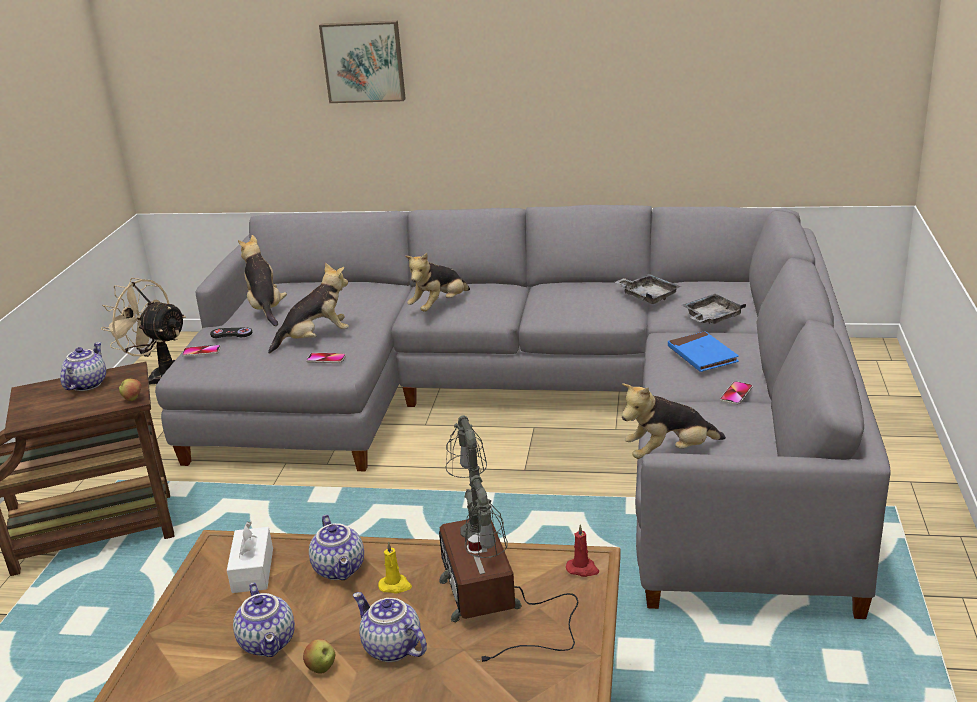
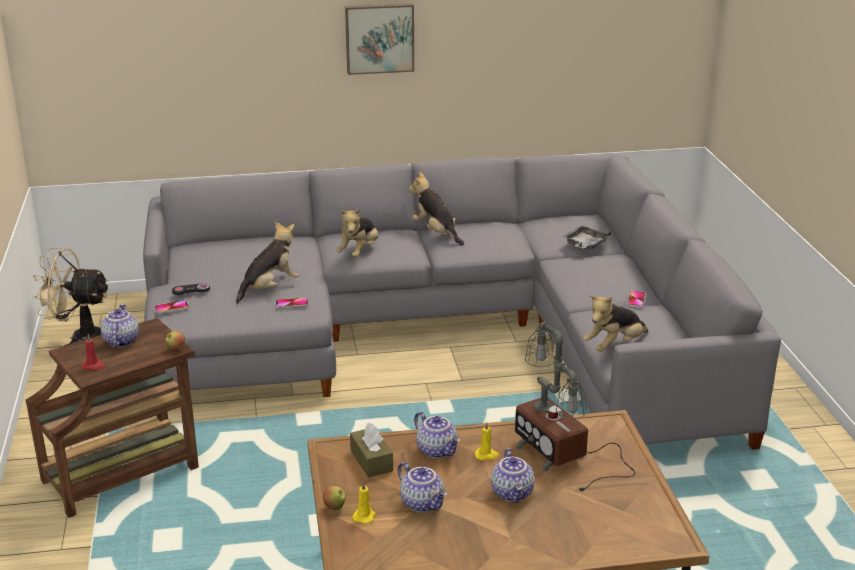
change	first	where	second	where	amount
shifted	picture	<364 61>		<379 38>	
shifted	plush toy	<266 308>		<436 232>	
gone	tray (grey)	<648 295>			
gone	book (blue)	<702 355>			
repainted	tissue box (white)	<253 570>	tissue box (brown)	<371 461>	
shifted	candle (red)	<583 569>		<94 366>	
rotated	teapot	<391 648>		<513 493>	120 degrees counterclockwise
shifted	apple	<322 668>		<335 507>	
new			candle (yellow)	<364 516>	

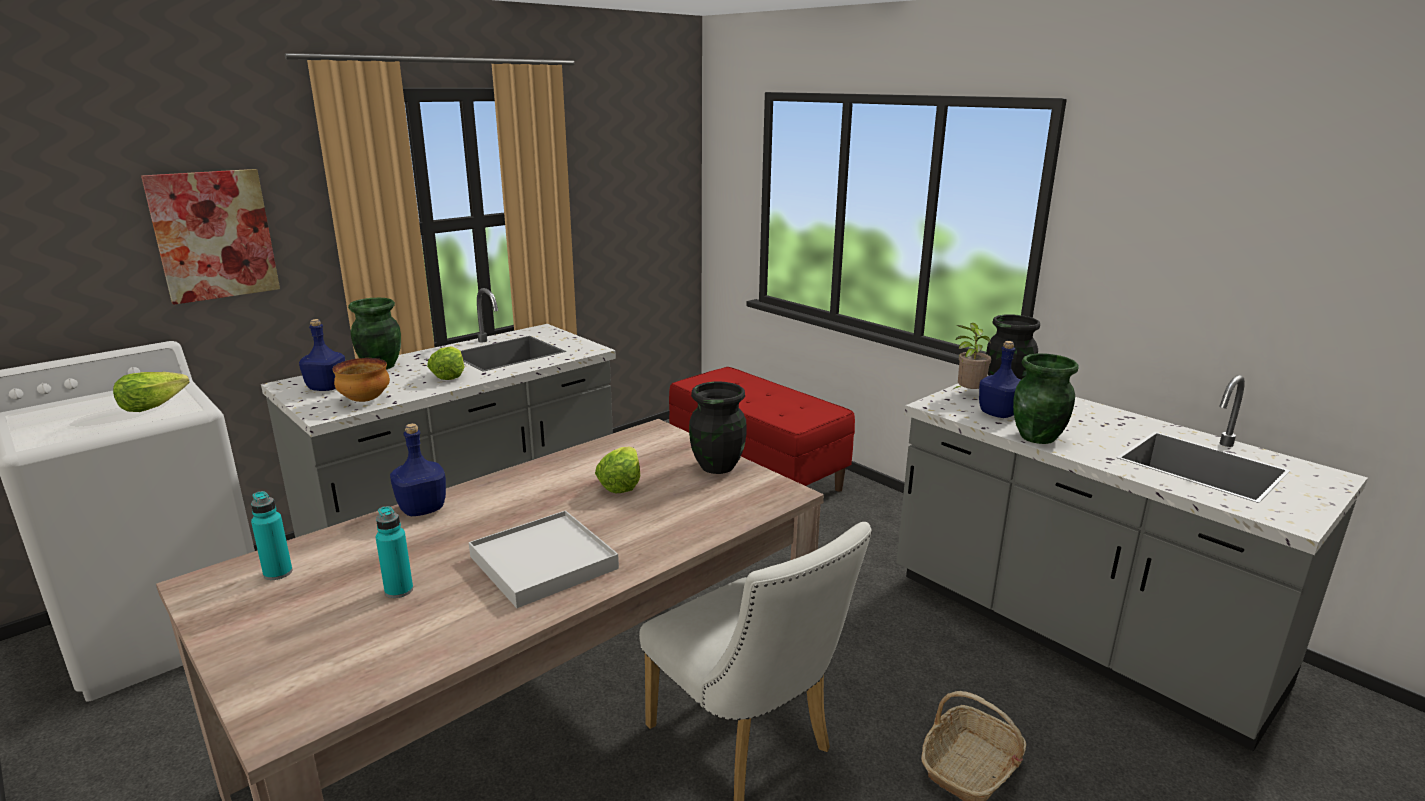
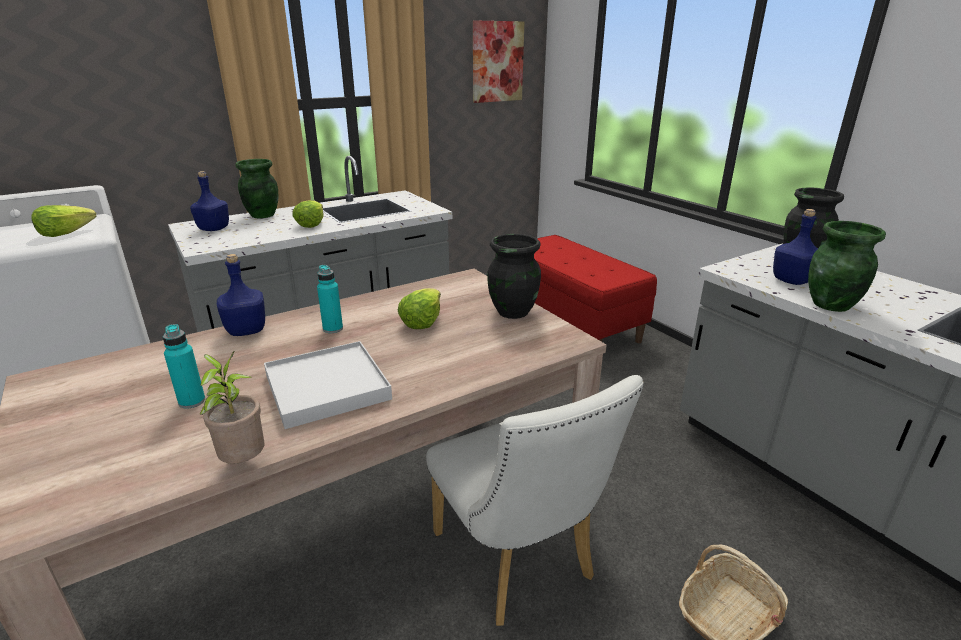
change	first	where	second	where	amount
shifted	picture	<214 235>		<497 62>	
shifted	potted plant	<968 394>		<243 462>	
gone	bowl	<364 400>			
shifted	bottle (turquoise)	<278 573>		<333 329>	

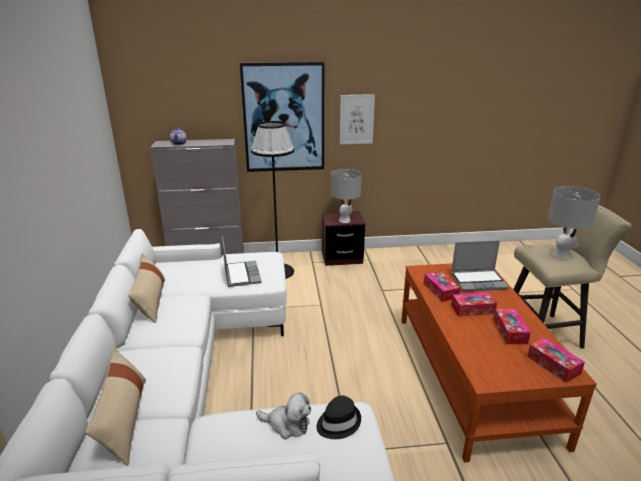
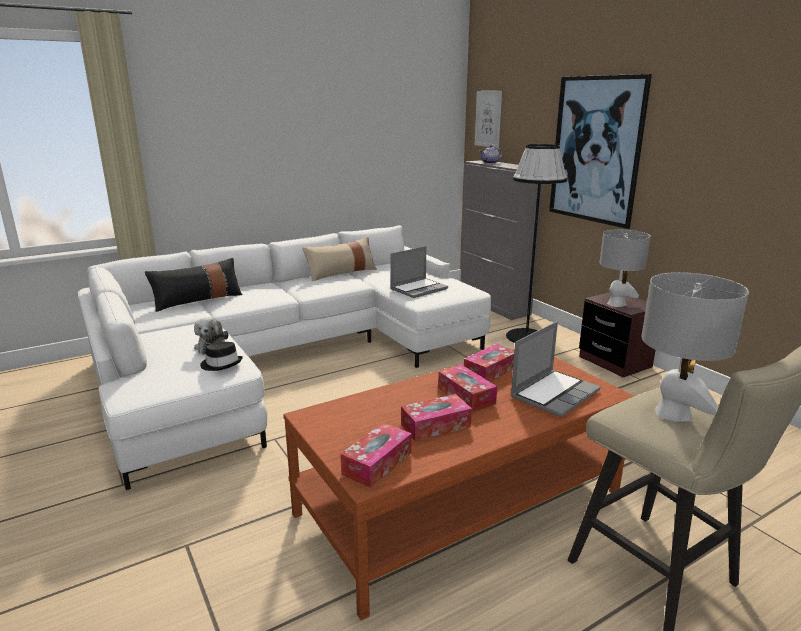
change	first	where	second	where	amount
shifted	picture	<356 119>		<488 119>	
rotated	laptop	<479 281>		<554 393>	105 degrees counterclockwise
repainted	pillow (beige)	<124 419>	pillow (black)	<198 300>	

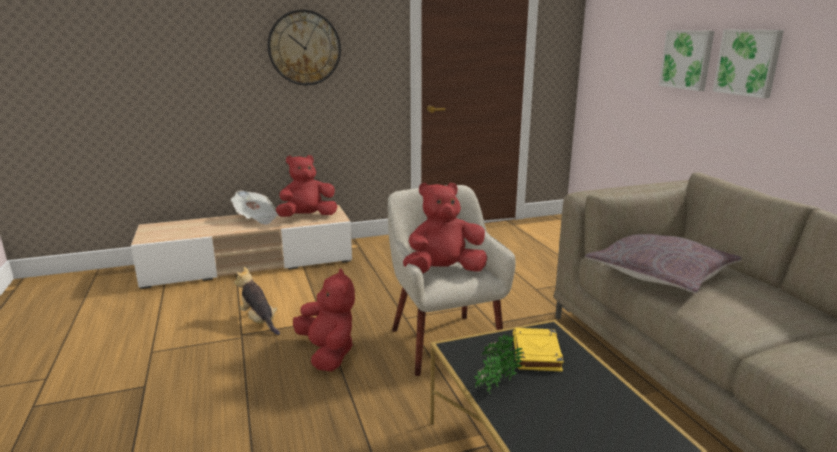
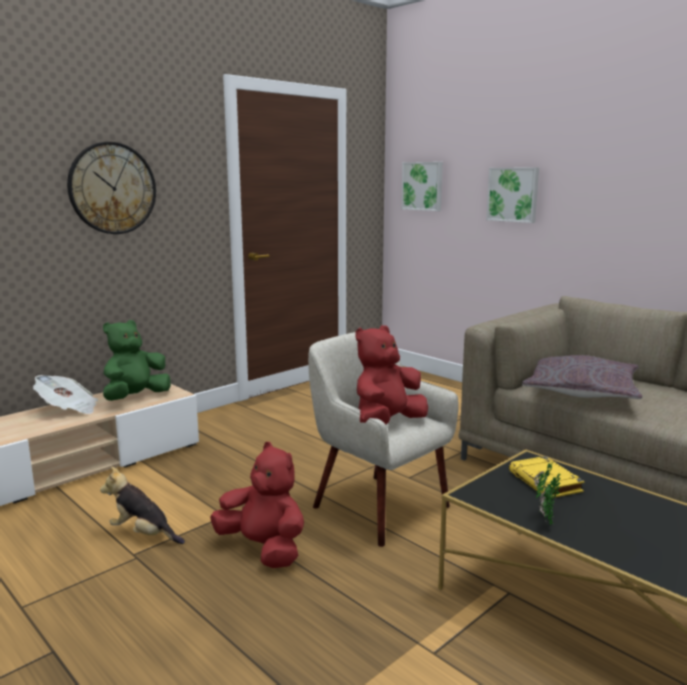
change	first	where	second	where	amount
shifted	picture	<748 62>		<423 186>	
repainted	plush toy (red)	<307 217>	plush toy (green)	<135 397>	

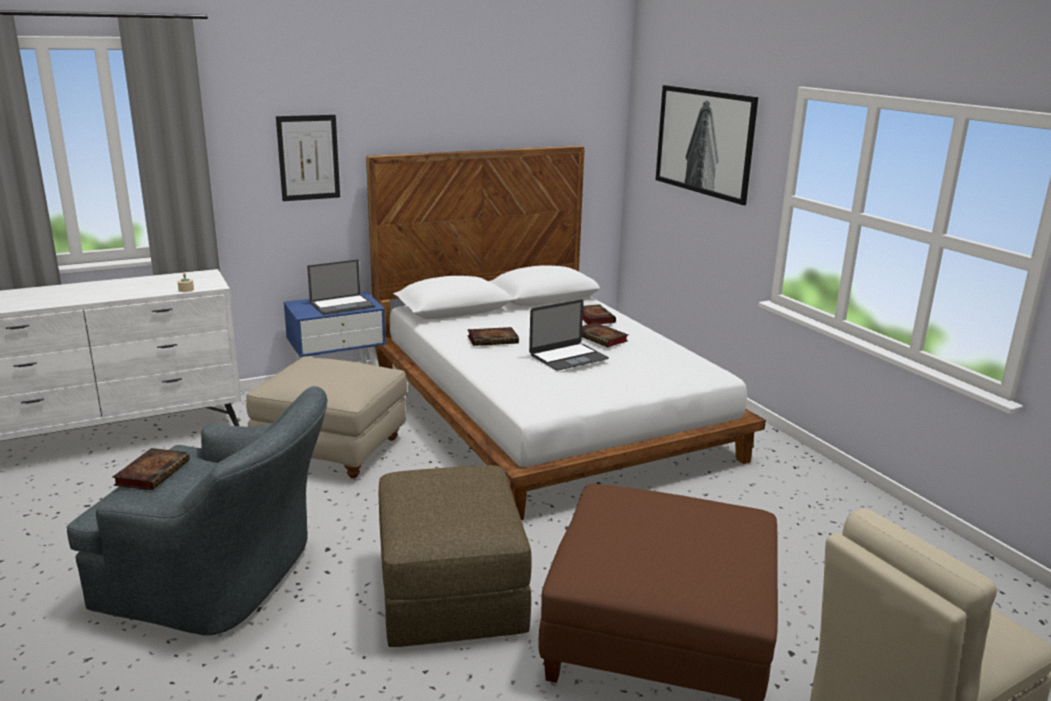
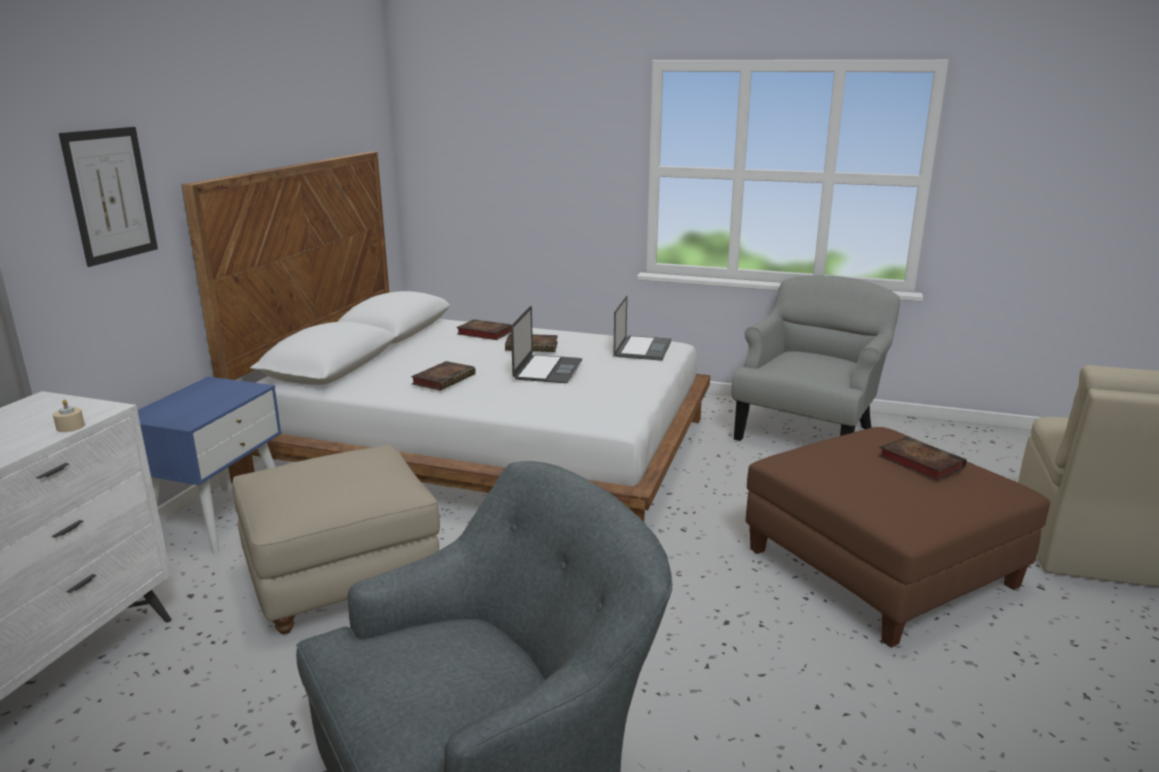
change	first	where	second	where	amount
gone	picture	<703 142>			
shifted	laptop	<342 305>		<642 348>	
shifted	book	<153 472>		<918 462>	
gone	ottoman (brown)	<451 594>			
new			armchair (grey)	<808 433>	

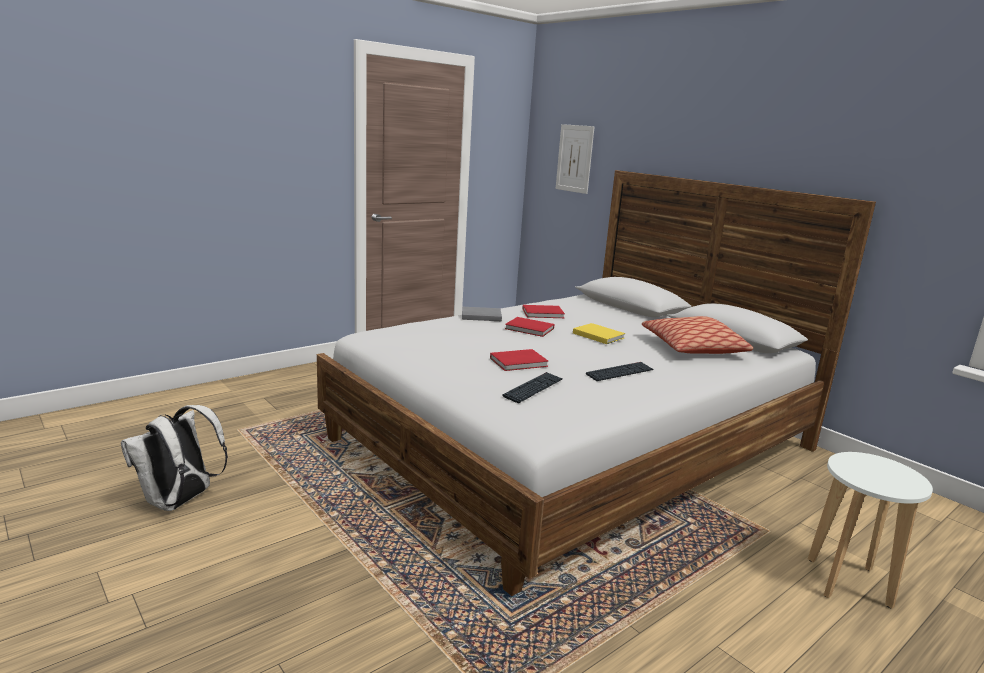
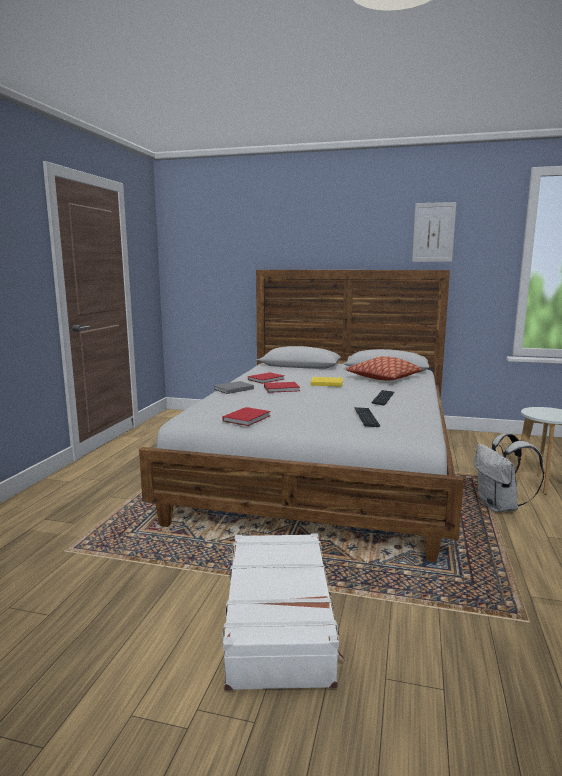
change	first	where	second	where	amount
shifted	picture	<574 158>		<433 232>	
shifted	book (red)	<520 362>		<248 418>	
shifted	backpack (white)	<179 502>		<500 507>	
new			suitcase (white)	<280 620>	

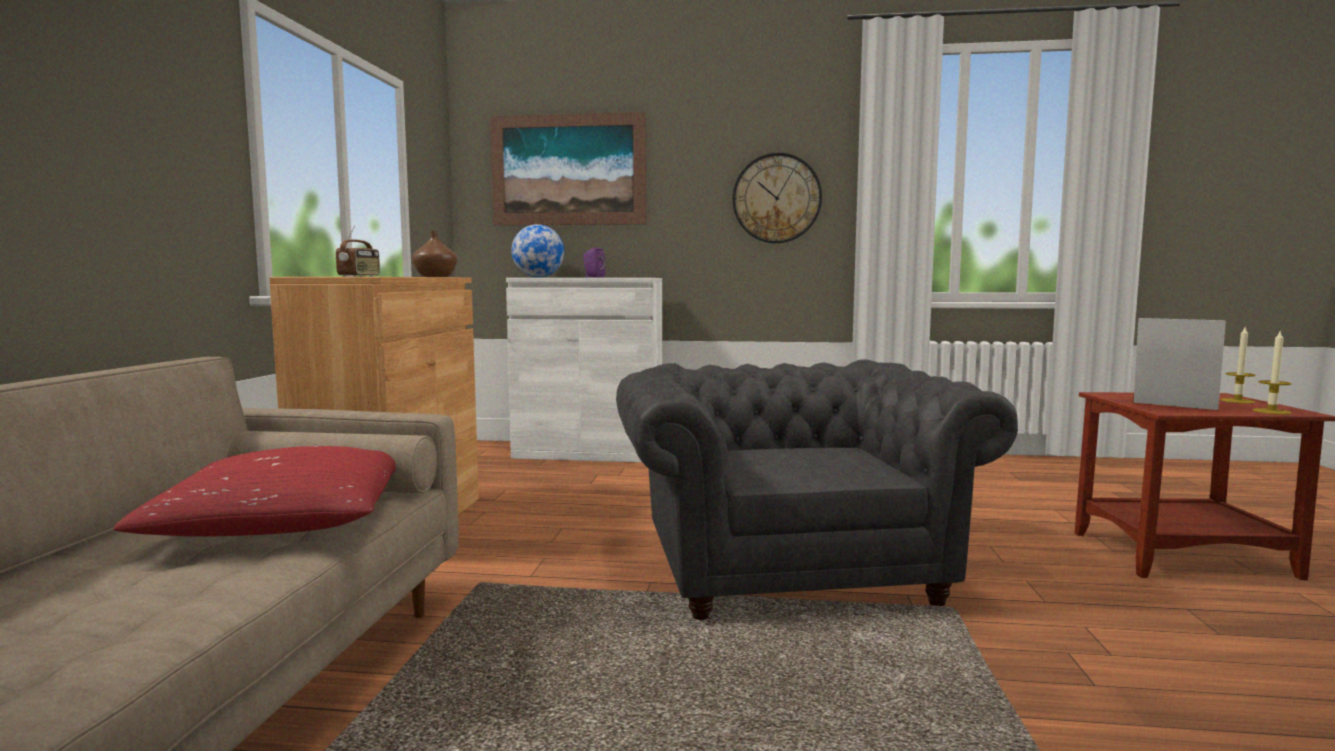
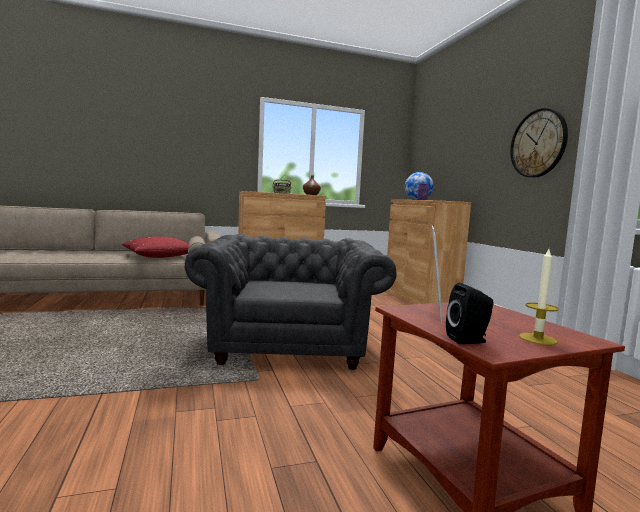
change	first	where	second	where	amount
gone	picture	<568 170>			
repainted	cabinet (white)	<589 452>	cabinet (brown)	<419 299>	
swapped	candle	<1271 411>	speaker (black)	<469 340>	
rotated	armchair (grey)	<788 567>		<289 345>	60 degrees counterclockwise

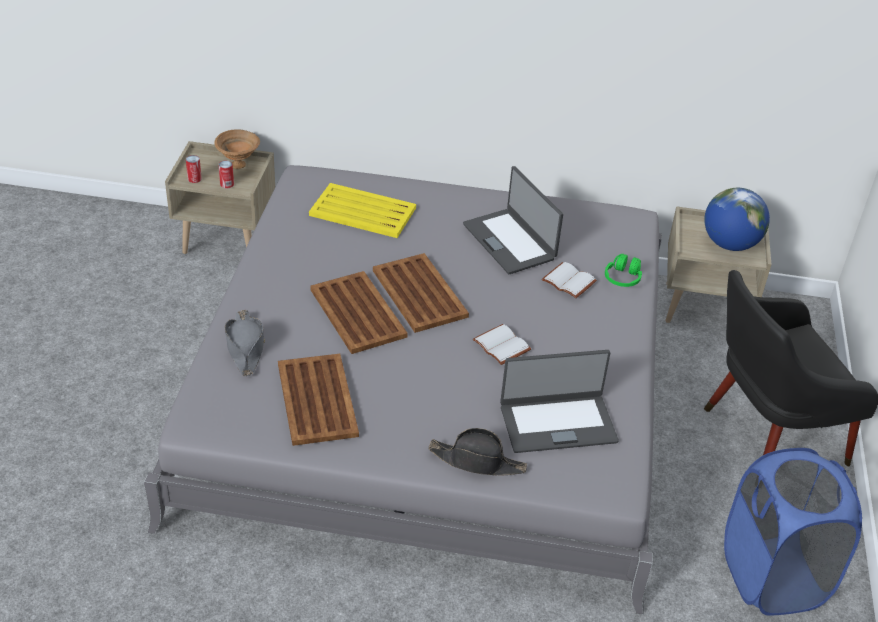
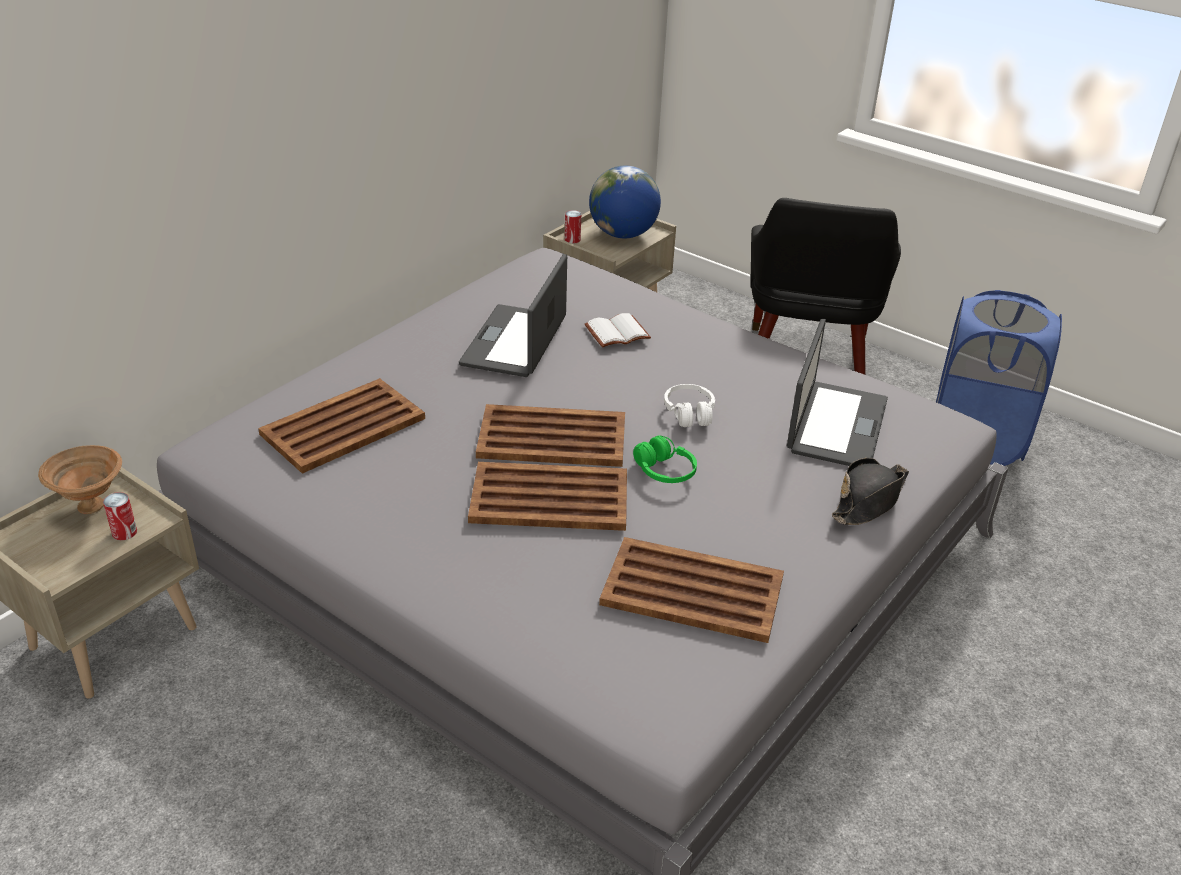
change	first	where	second	where	amount
shifted	can	<194 179>		<572 239>	
rotated	laptop	<510 241>		<516 342>	105 degrees clockwise
repainted	tray (yellow)	<362 211>	tray (brown)	<341 427>	
shifted	headphones (green)	<622 278>		<664 471>	
gone	hat (grey)	<245 347>			
swapped	book (white)	<503 345>	headphones (white)	<689 413>	

